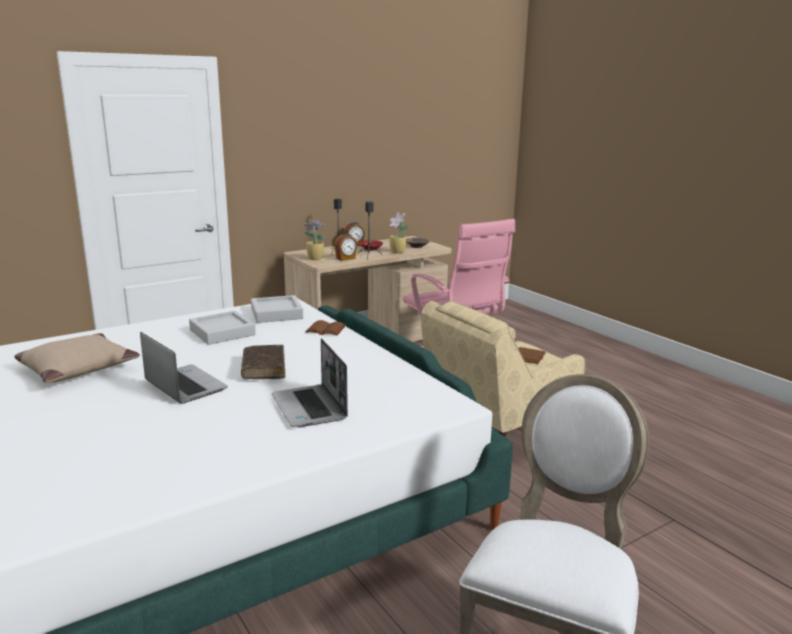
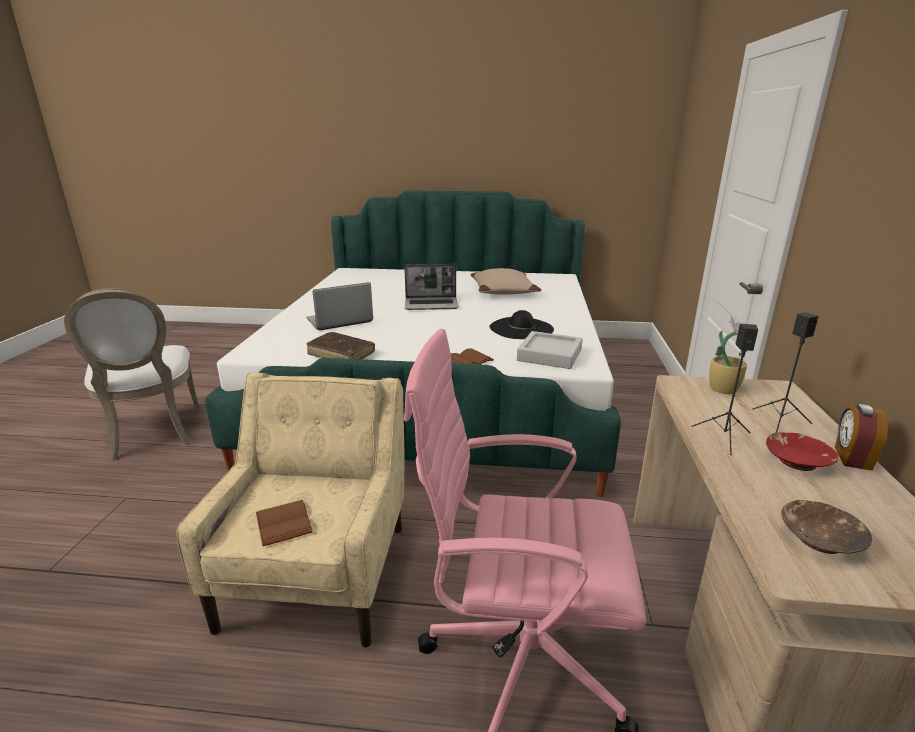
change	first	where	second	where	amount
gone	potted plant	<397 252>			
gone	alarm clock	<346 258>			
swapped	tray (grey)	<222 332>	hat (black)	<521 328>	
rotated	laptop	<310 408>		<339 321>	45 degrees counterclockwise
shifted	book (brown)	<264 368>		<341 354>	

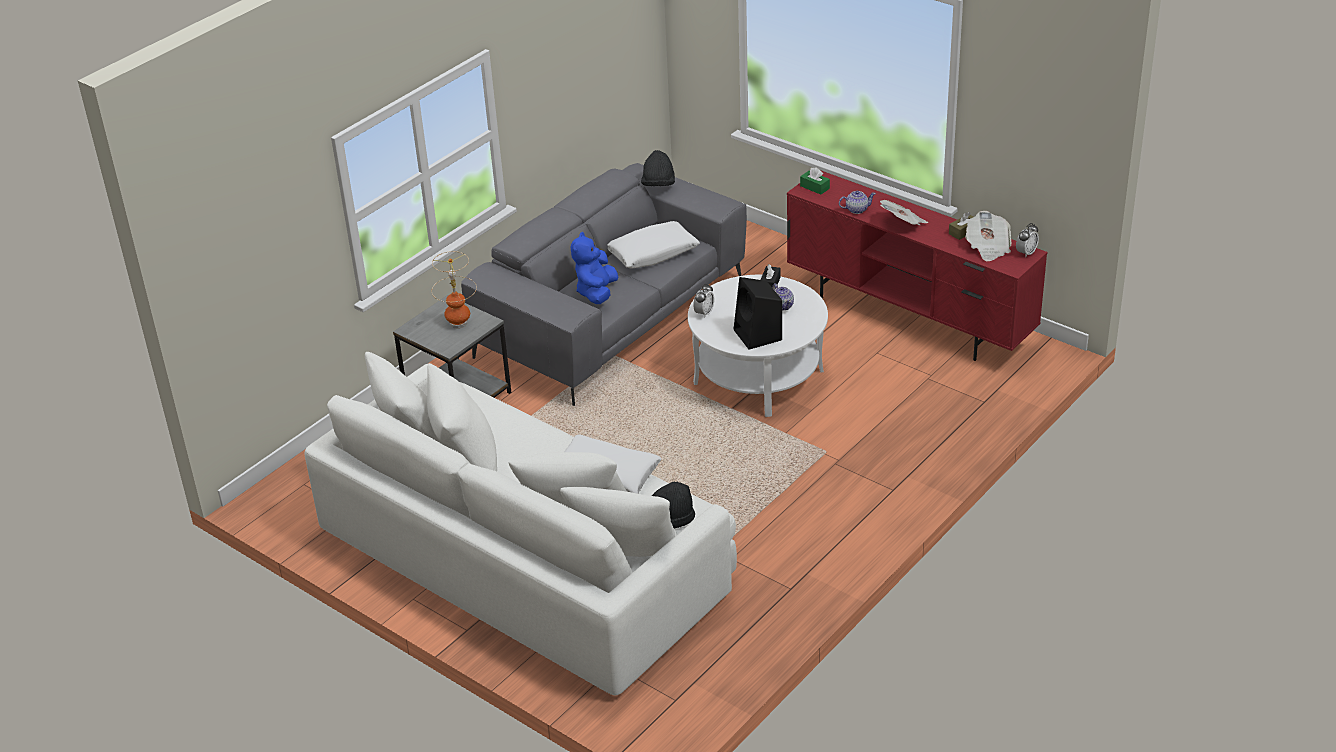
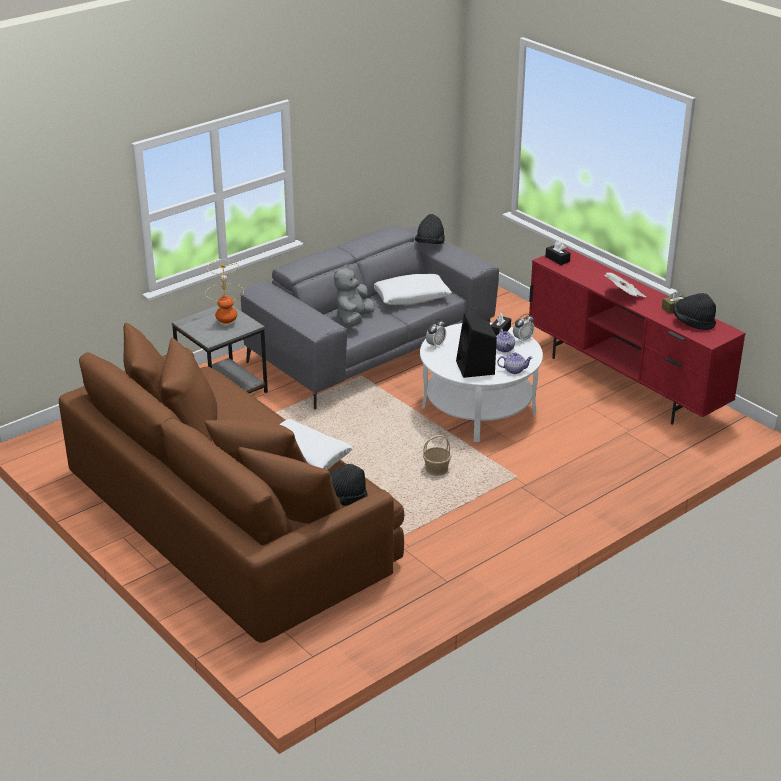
change	first	where	second	where	amount
repainted	tissue box (green)	<814 187>	tissue box (black)	<557 259>	
shifted	teapot	<856 209>		<514 370>	
swapped	newspaper	<988 247>	hat (black)	<693 322>	
shifted	alarm clock	<1026 253>		<523 339>	
repainted	plush toy (blue)	<596 292>	plush toy (grey)	<353 319>	
repainted	sofa (white)	<528 556>	sofa (brown)	<231 519>	
new			basket	<437 470>	

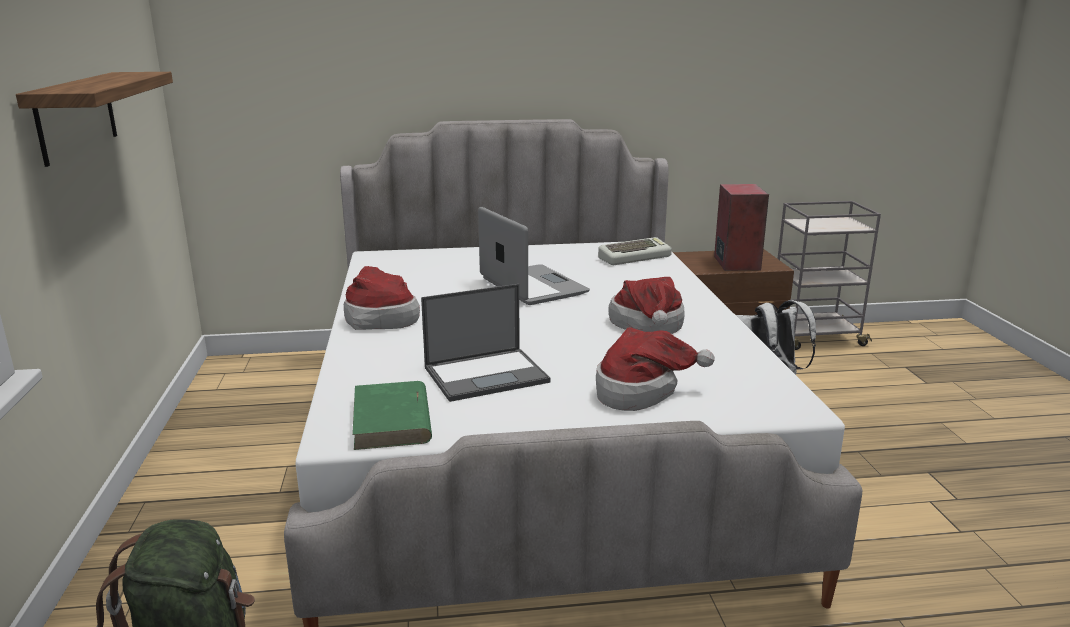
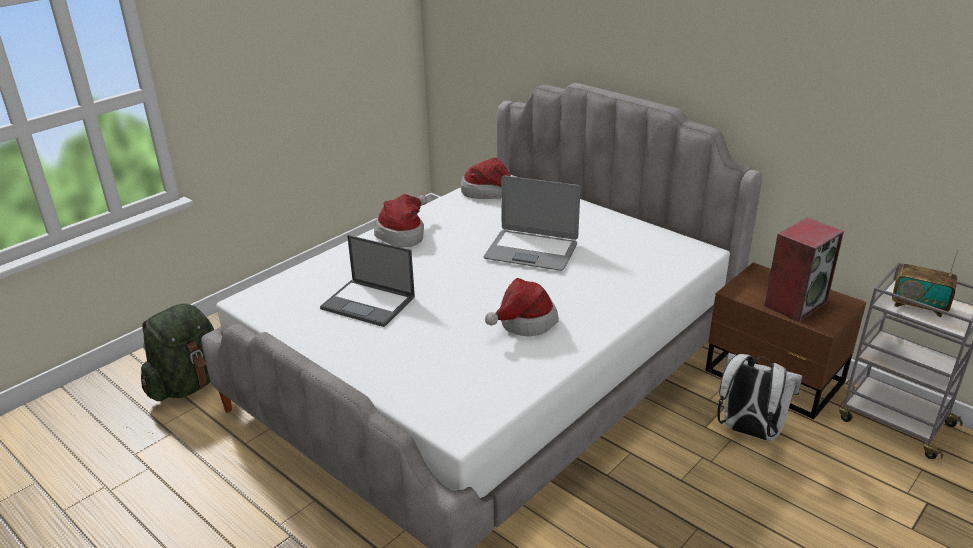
change	first	where	second	where	amount
gone	shelf	<76 116>			
rotated	laptop	<532 286>		<531 251>	90 degrees clockwise
gone	keyboard	<634 257>			
shifted	hat	<640 391>		<489 192>	
gone	book (green)	<392 420>			
new			radio	<918 305>	

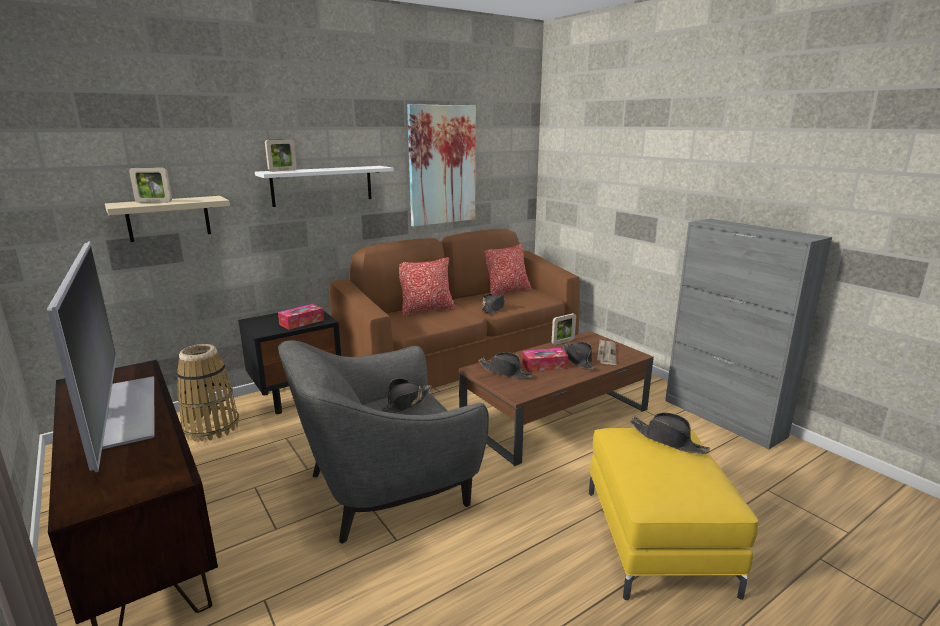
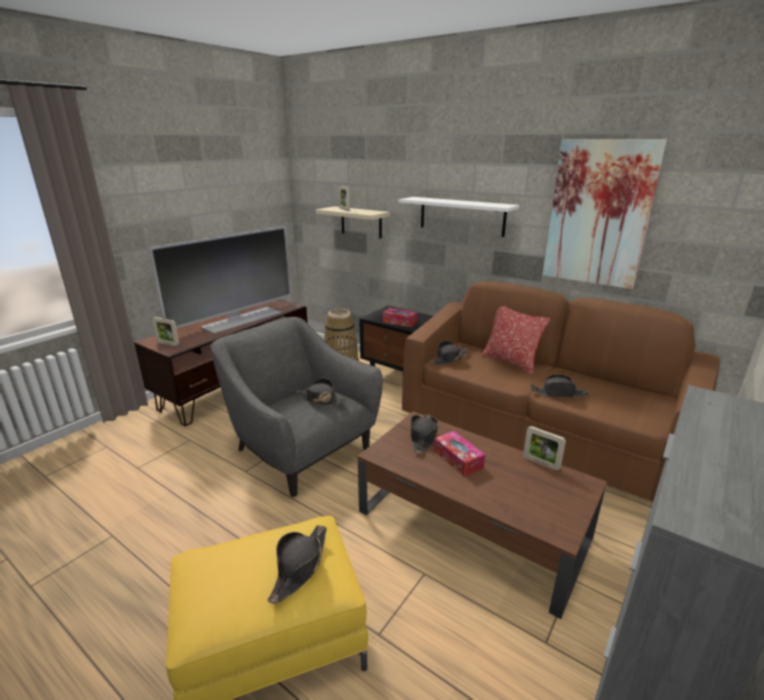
change	first	where	second	where	amount
shifted	picture frame	<282 170>		<168 344>	
gone	pillow	<507 292>			
gone	newspaper	<606 353>			
shifted	hat (black)	<578 360>		<448 359>	

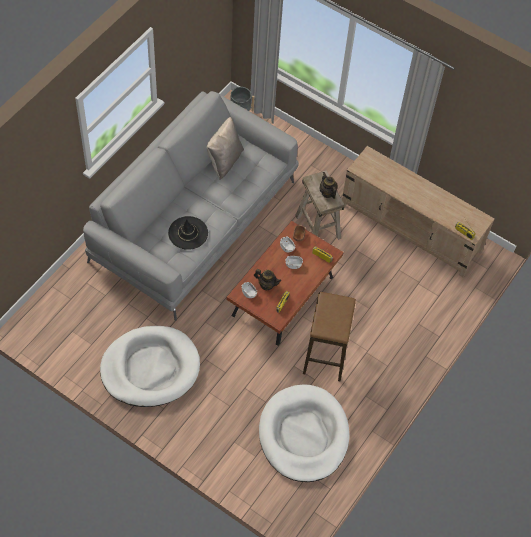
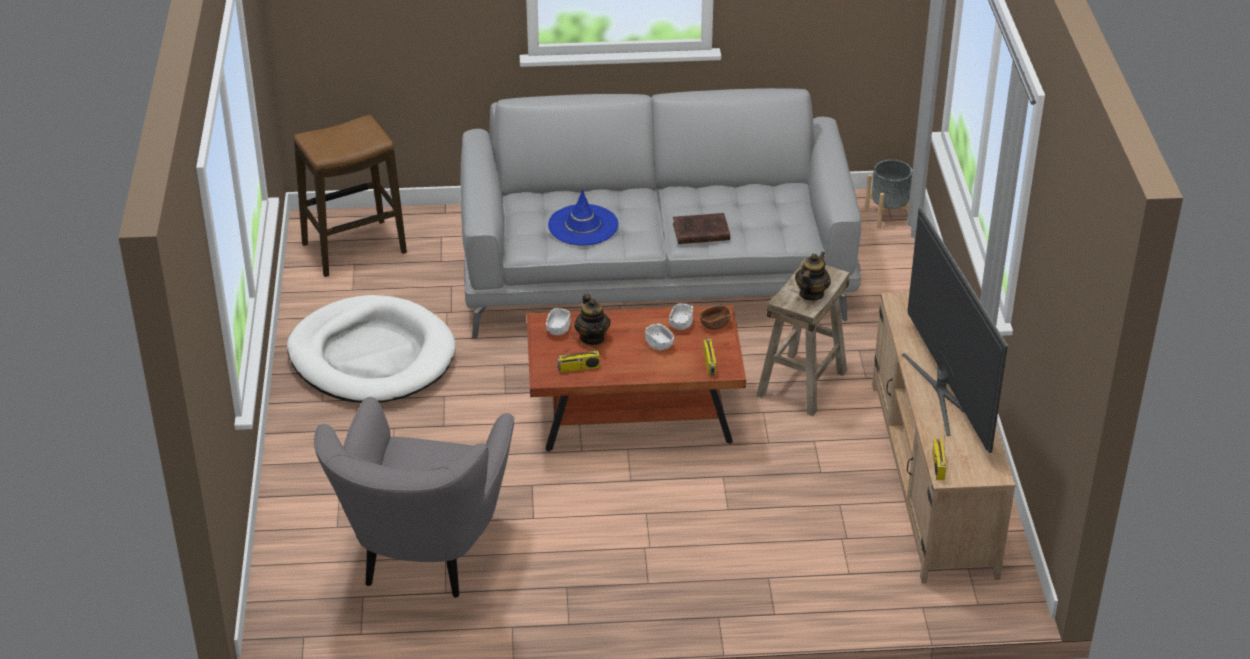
change	first	where	second	where	amount
gone	pillow (beige)	<224 161>			
repainted	hat (black)	<188 233>	hat (blue)	<583 225>	
shifted	stool	<325 354>		<354 248>	
swapped	dog bed (white)	<303 435>	armchair (grey)	<424 557>	
new			television	<944 391>	
new			book (brown)	<699 232>	

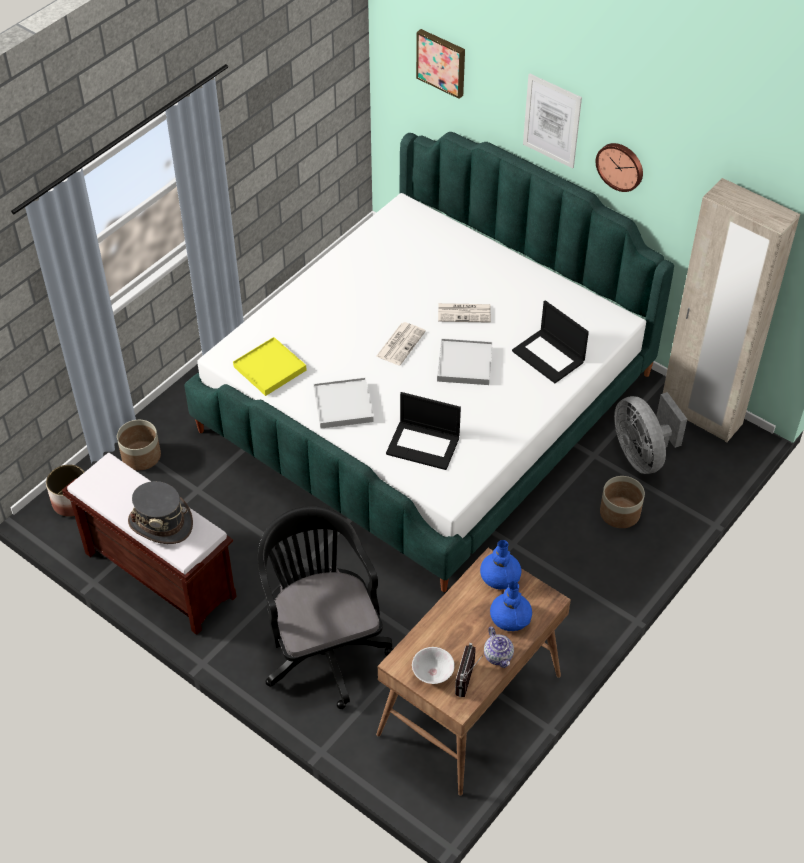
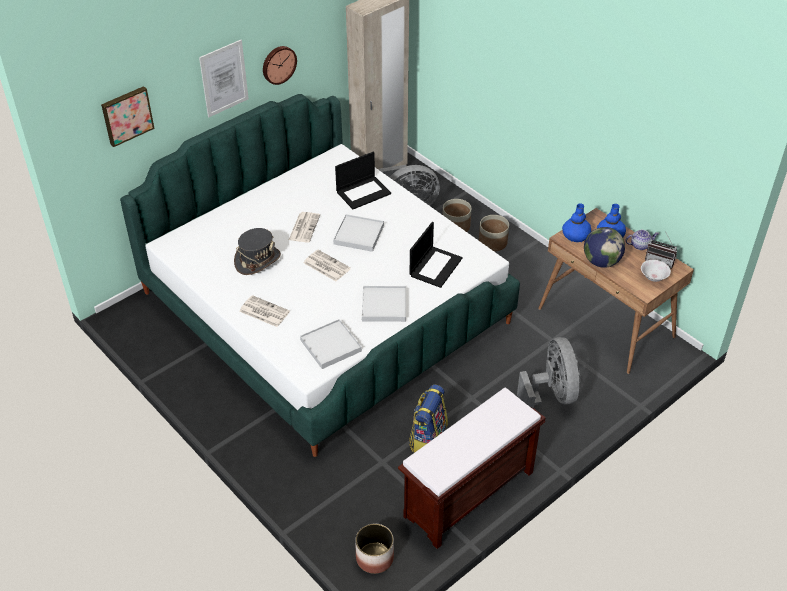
change	first	where	second	where	amount
repainted	tray (yellow)	<270 368>	tray (white)	<331 345>	
shifted	planter	<141 456>		<492 242>	
shifted	hat (grey)	<161 522>		<257 260>	
swapped	office chair (black)	<322 646>	fan (grey)	<551 395>	
new			globe	<601 262>	
new			newspaper	<263 311>	
new			backpack	<428 439>	

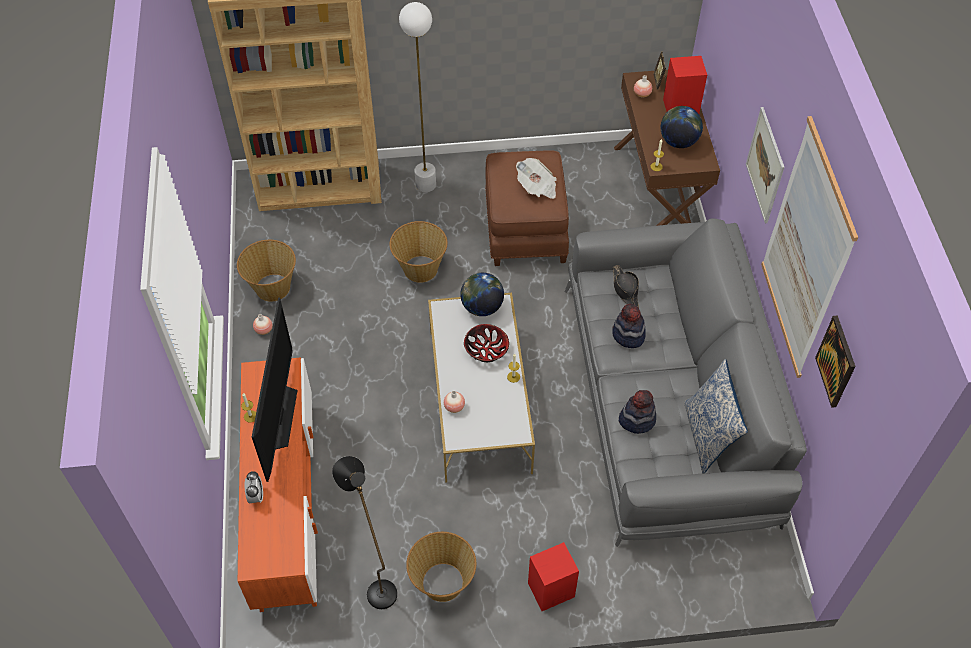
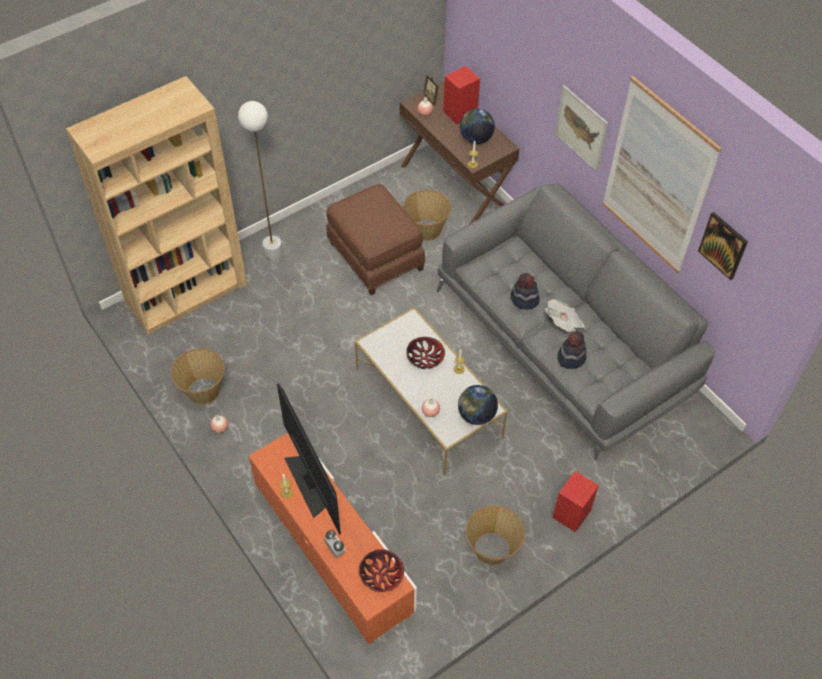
change	first	where	second	where	amount
shifted	newspaper	<537 187>		<564 323>	
shifted	basket	<420 268>		<426 229>	
gone	hat (black)	<625 290>			
shifted	globe	<482 307>		<476 415>	
gone	pillow	<708 436>			
gone	floor lamp (black)	<376 585>			
new			bowl	<381 575>	

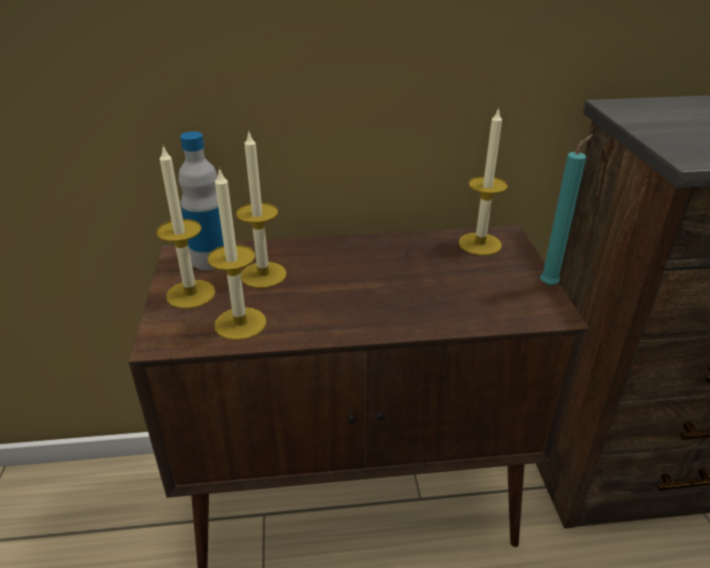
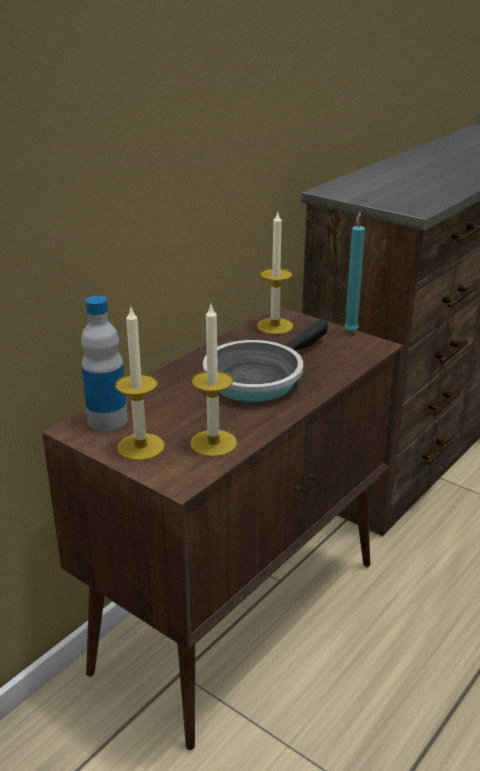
change	first	where	second	where	amount
gone	candle	<263 275>			
new			frying pan	<258 378>	

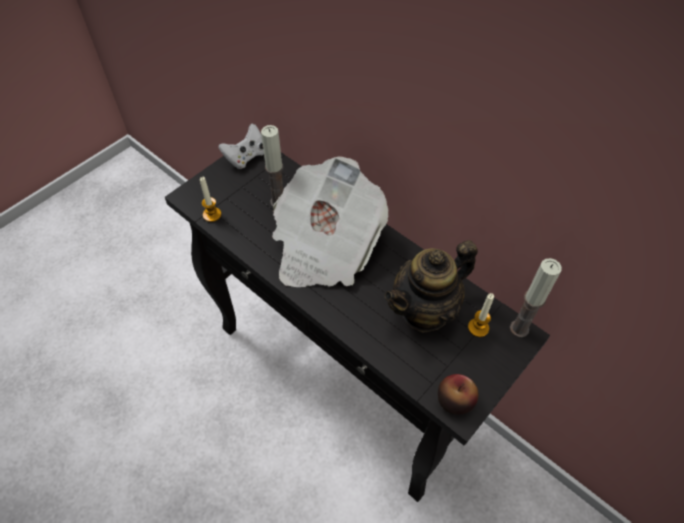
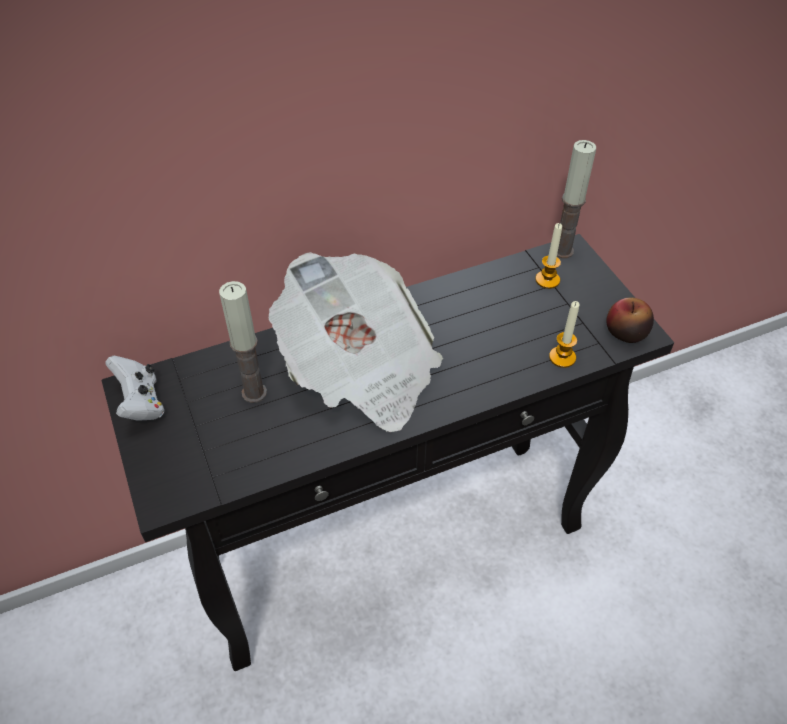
change	first	where	second	where	amount
shifted	candle	<212 215>		<562 357>	
gone	teapot	<425 310>			

